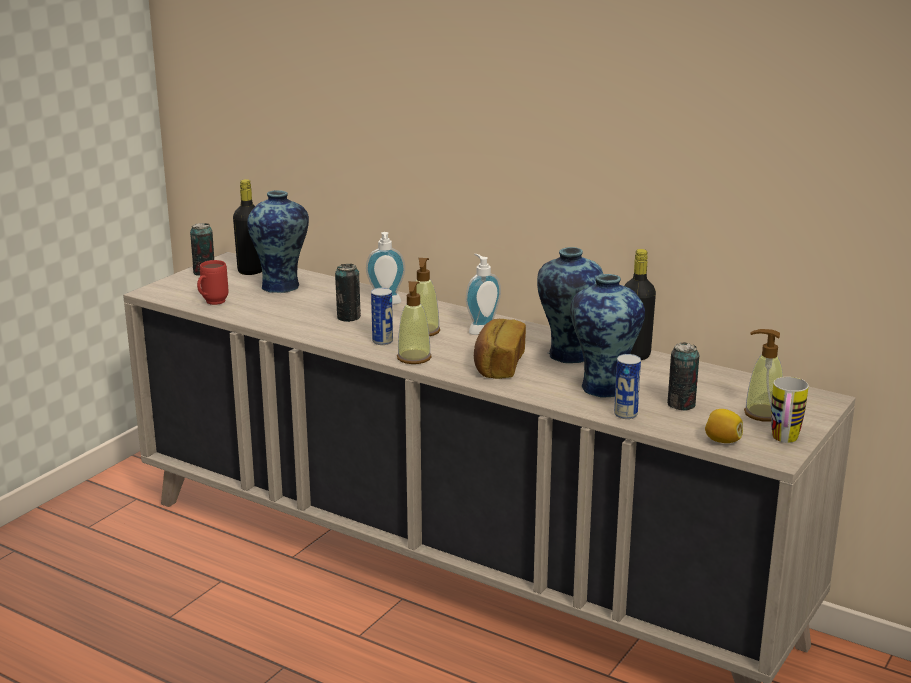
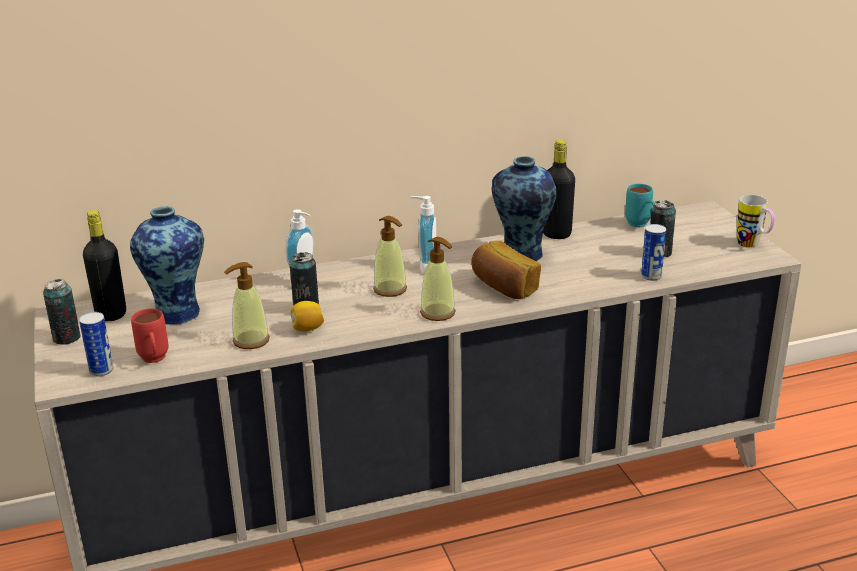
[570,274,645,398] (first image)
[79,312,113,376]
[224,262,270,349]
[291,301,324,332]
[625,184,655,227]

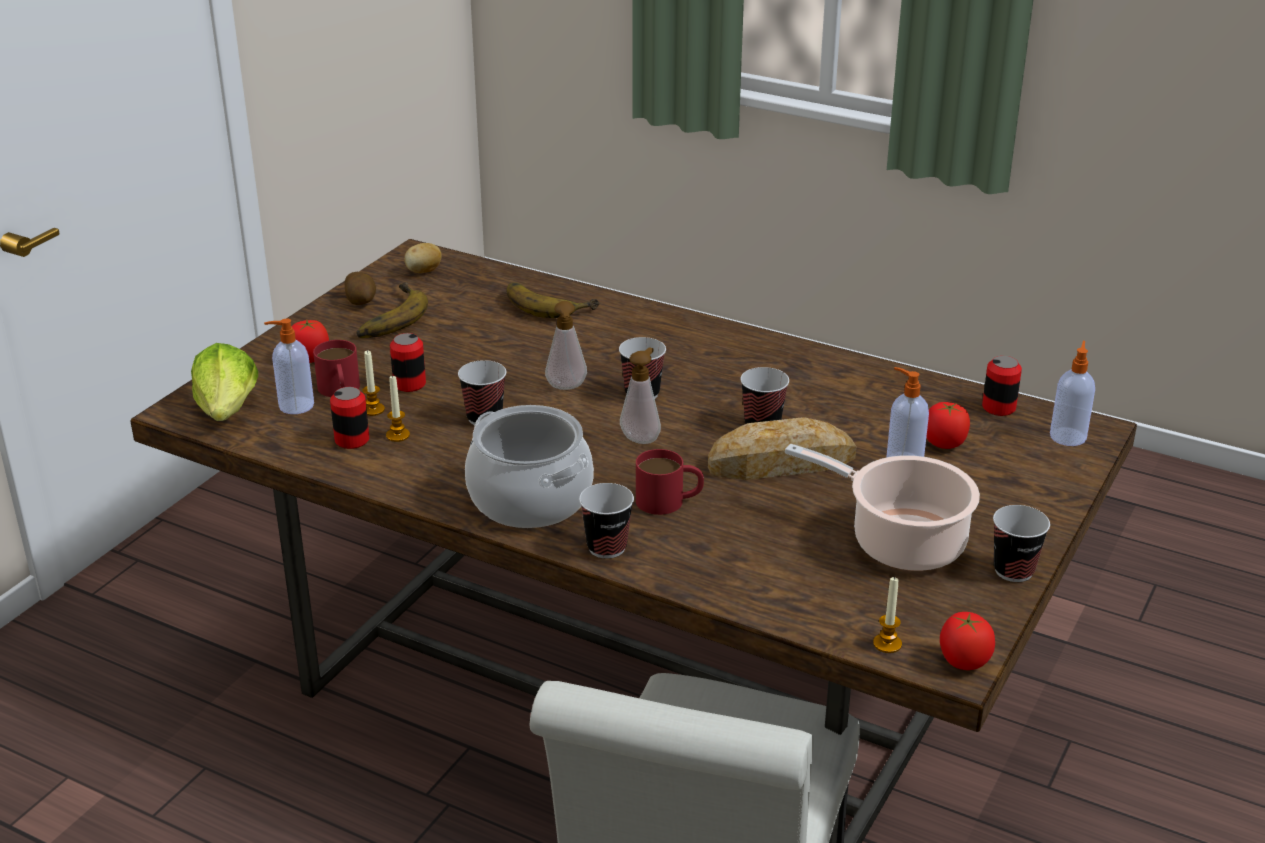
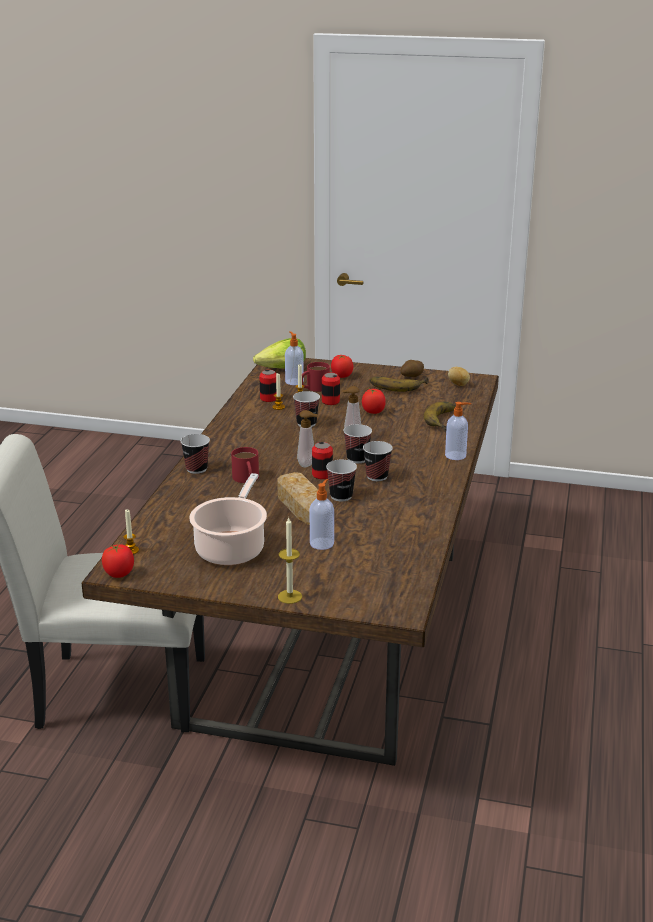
[445,402,471,460]
[312,442,333,479]
[362,389,386,414]
[465,405,594,528] (first image)
[363,441,393,481]
[278,517,302,604]

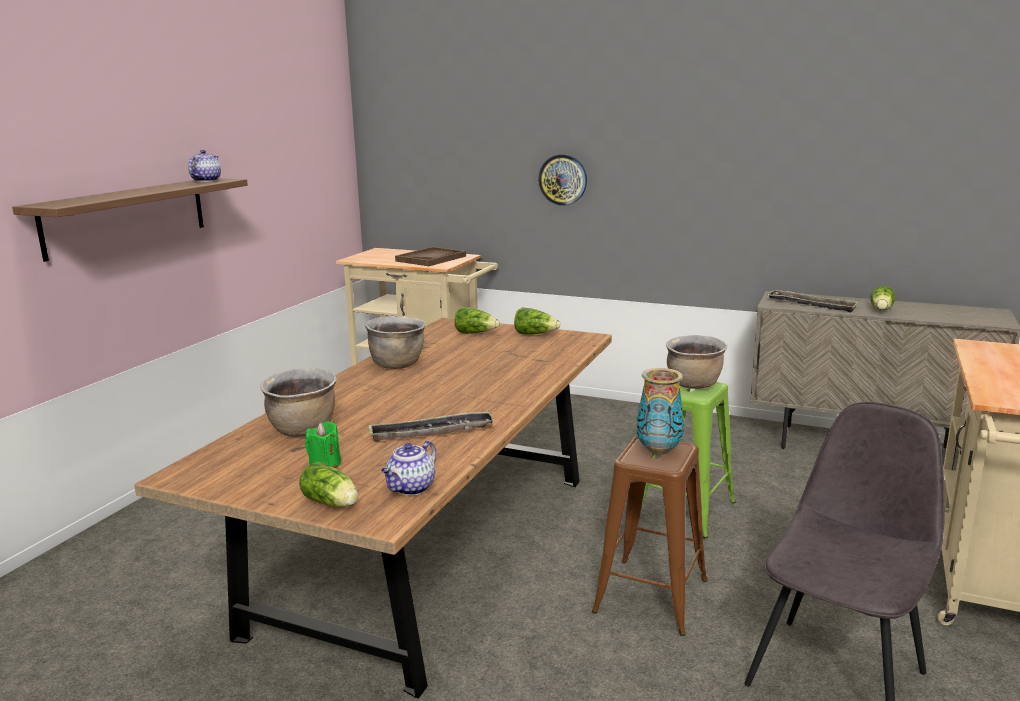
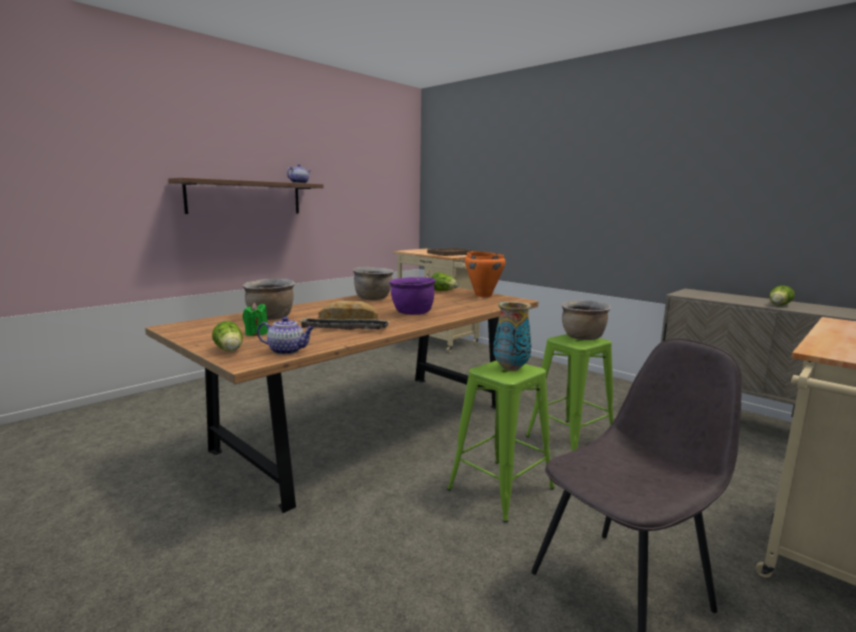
[538,154,587,206] (first image)
[767,290,859,312] (first image)
[465,251,506,297]
[447,360,555,522]
[257,317,315,355]
[389,277,436,315]
[319,301,378,320]

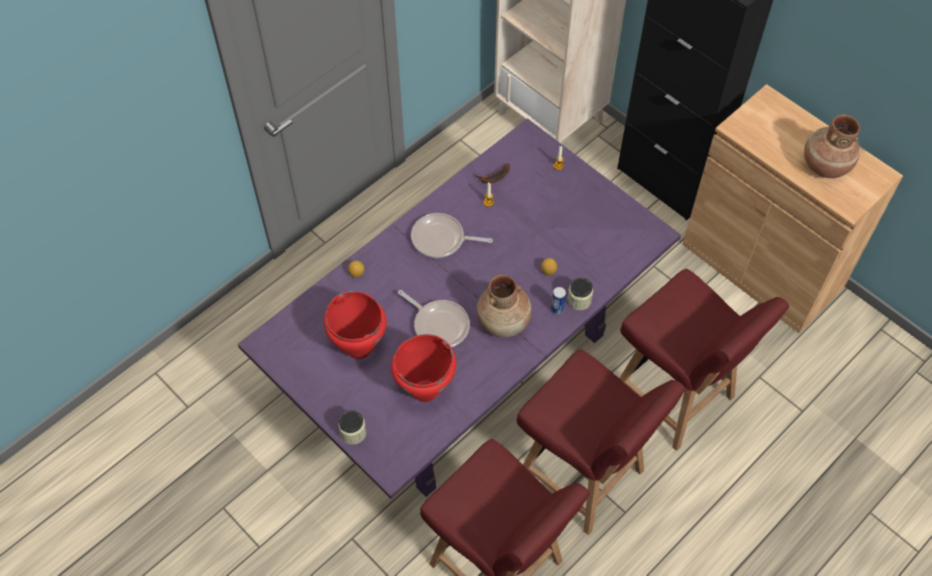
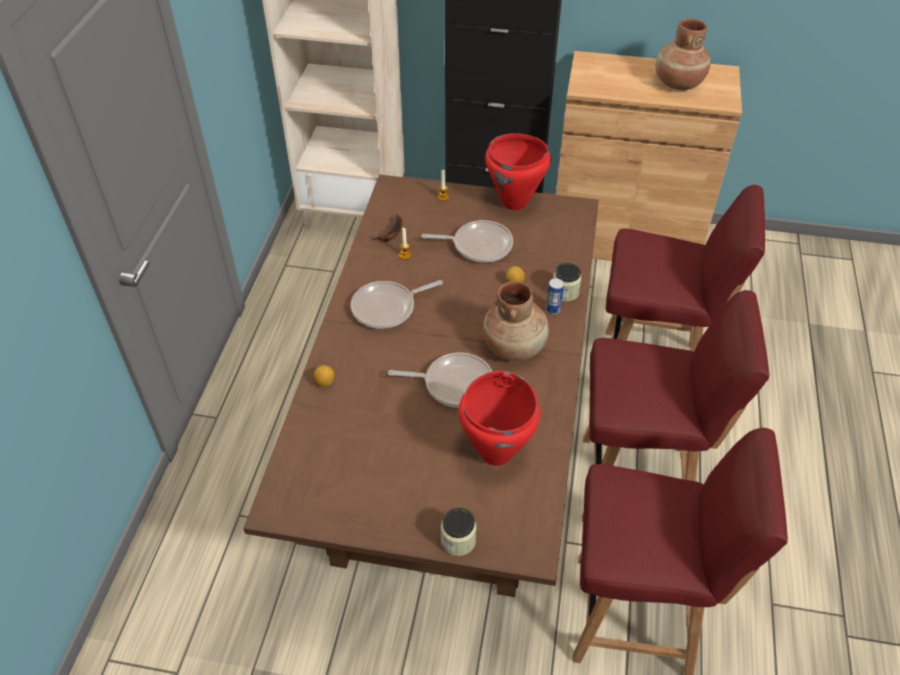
[243,175,599,597]
[485,133,551,210]
[422,220,513,263]

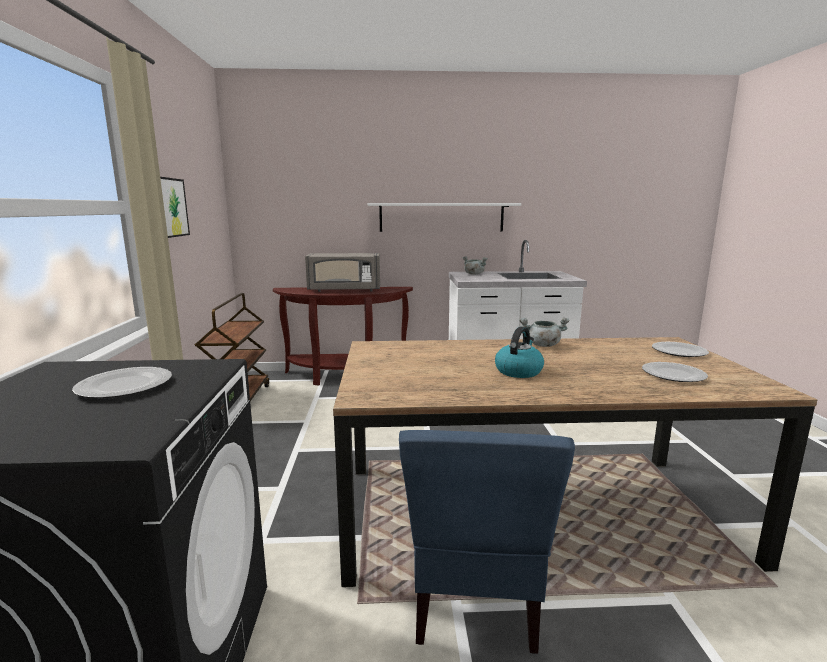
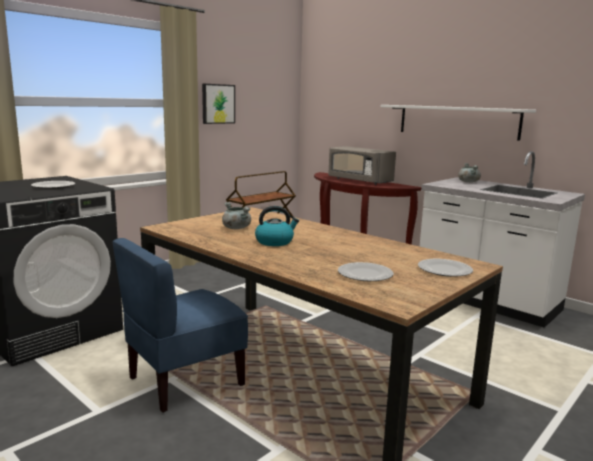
[222,202,251,229]

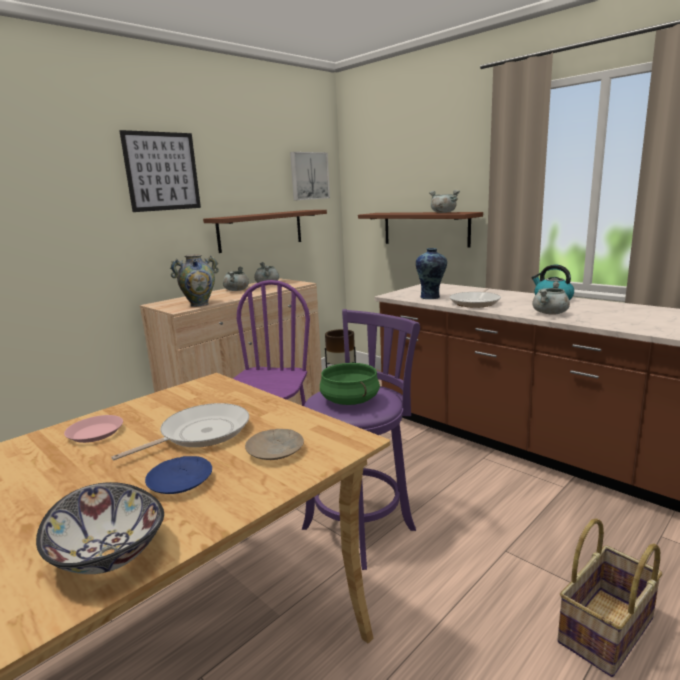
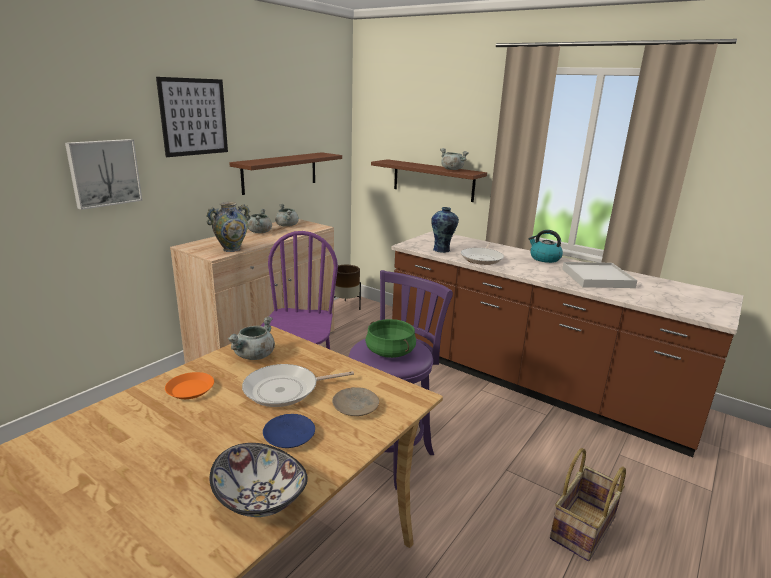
[65,139,142,210]
[227,316,275,360]
[242,364,354,407]
[165,372,214,399]
[562,262,637,288]

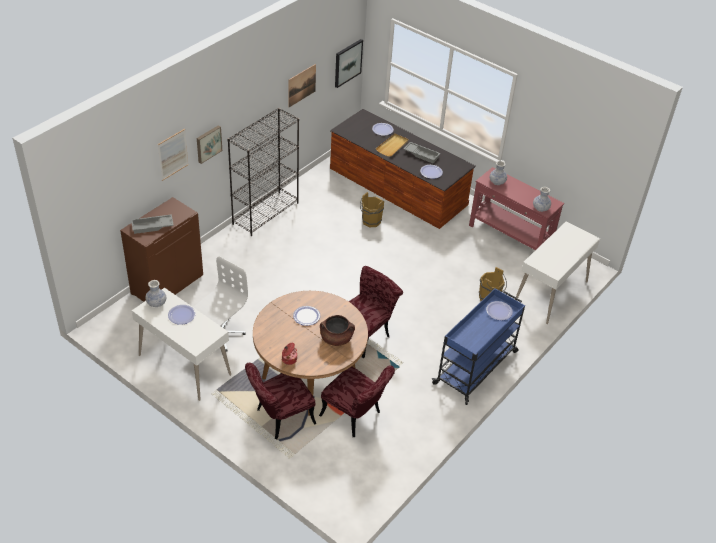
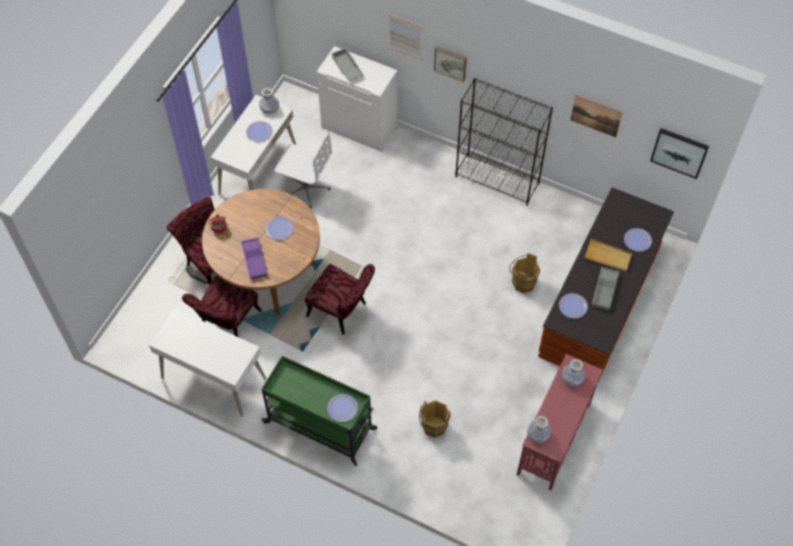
[317,46,397,152]
[149,308,266,417]
[261,356,377,466]
[241,237,268,280]

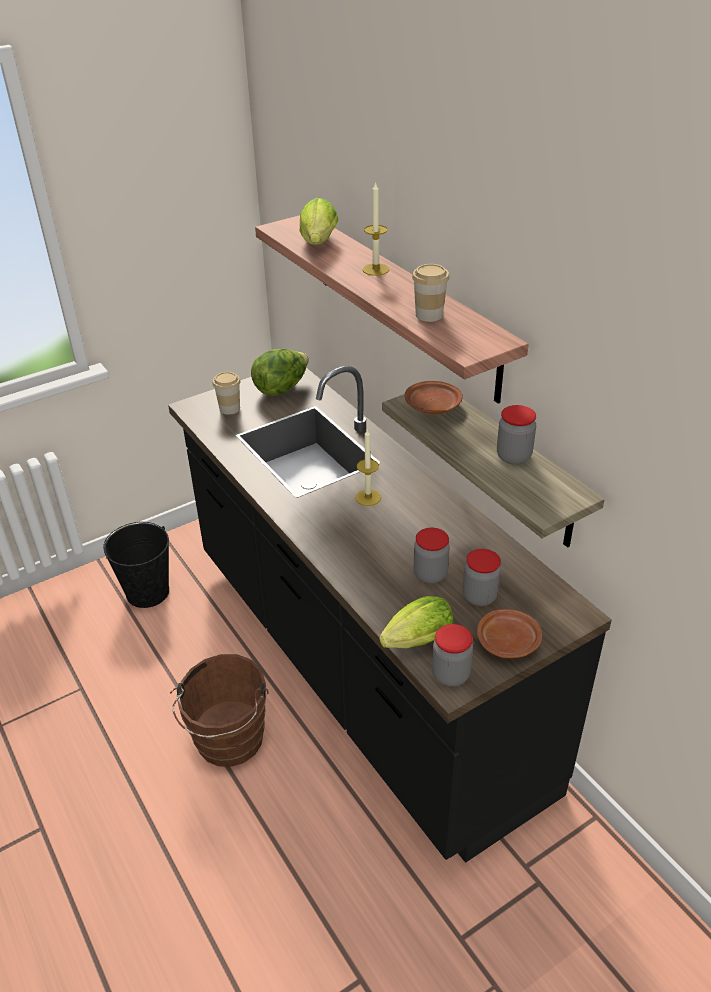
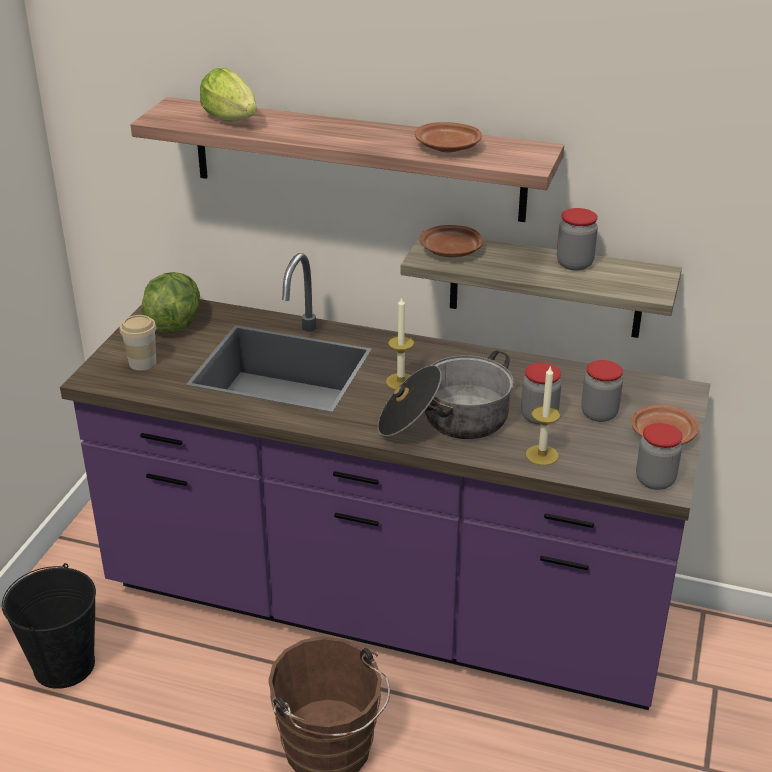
[526,365,560,465]
[415,122,482,152]
[60,253,711,710]
[379,596,453,648] (first image)
[378,350,514,439]

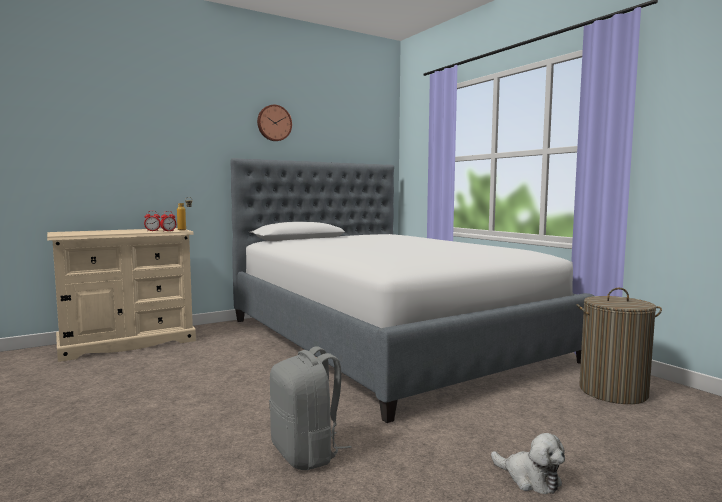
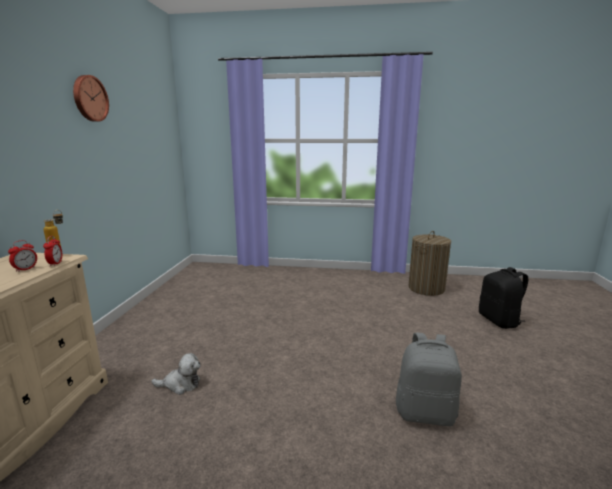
[230,158,594,423] (first image)
[151,353,201,395]
[479,267,528,329]

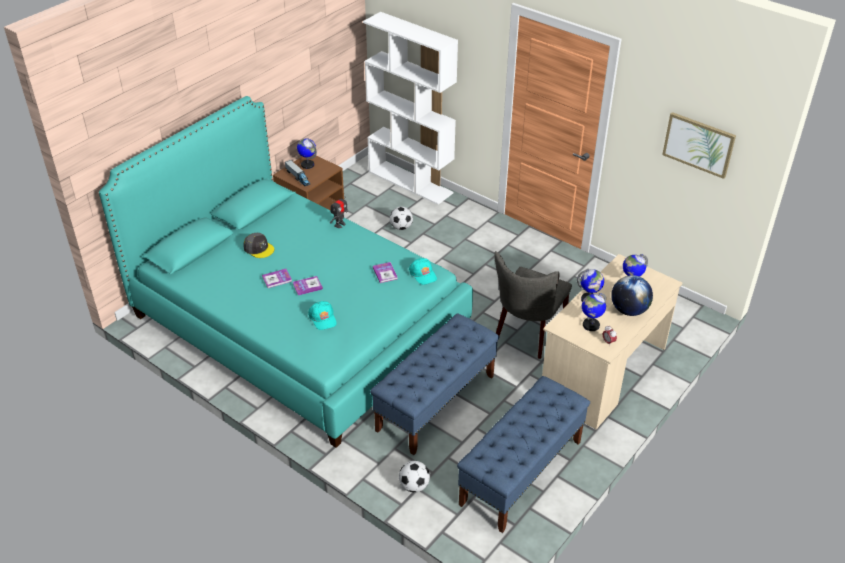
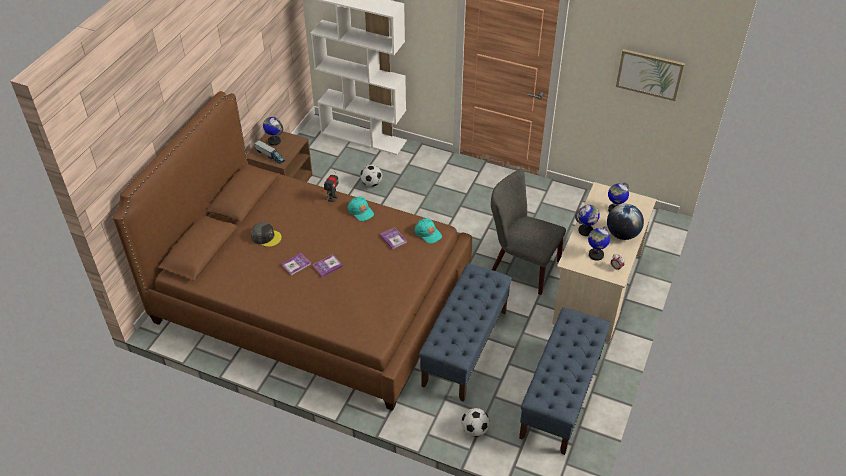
[113,91,472,411]
[491,168,566,295]
[347,197,374,221]

